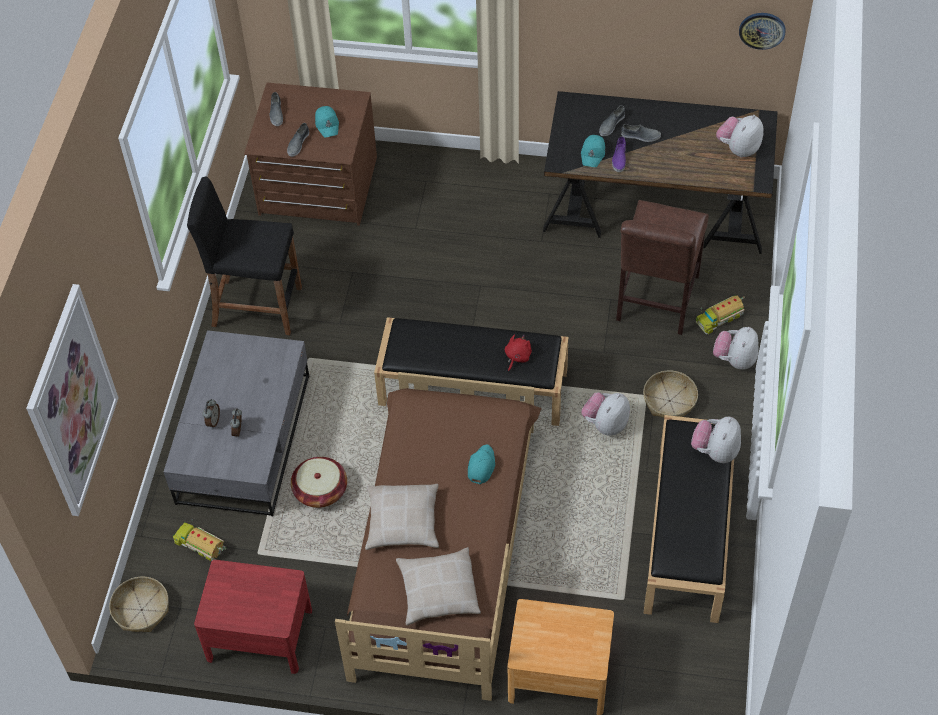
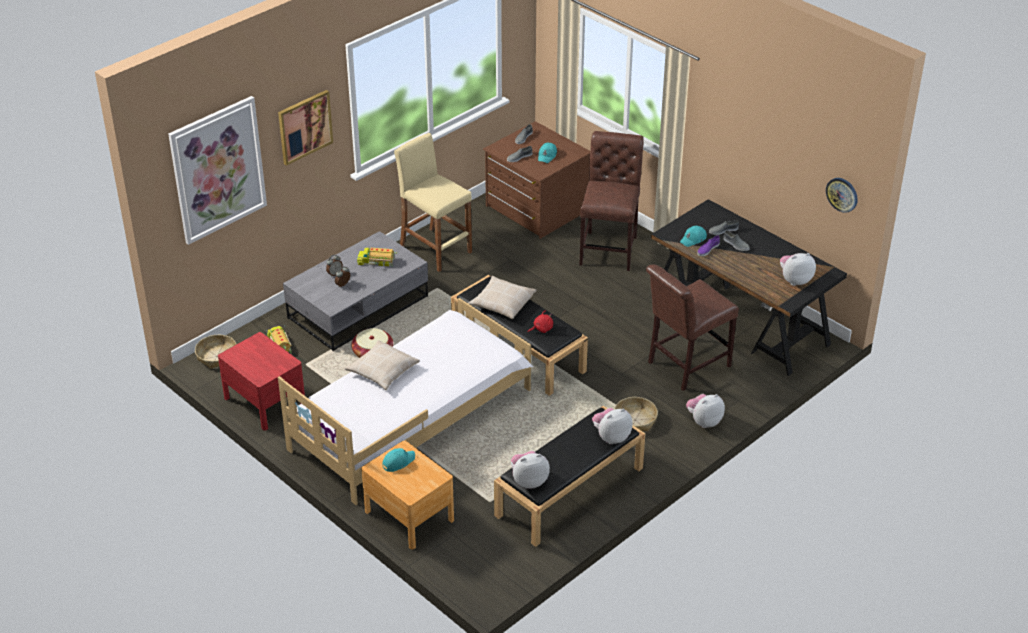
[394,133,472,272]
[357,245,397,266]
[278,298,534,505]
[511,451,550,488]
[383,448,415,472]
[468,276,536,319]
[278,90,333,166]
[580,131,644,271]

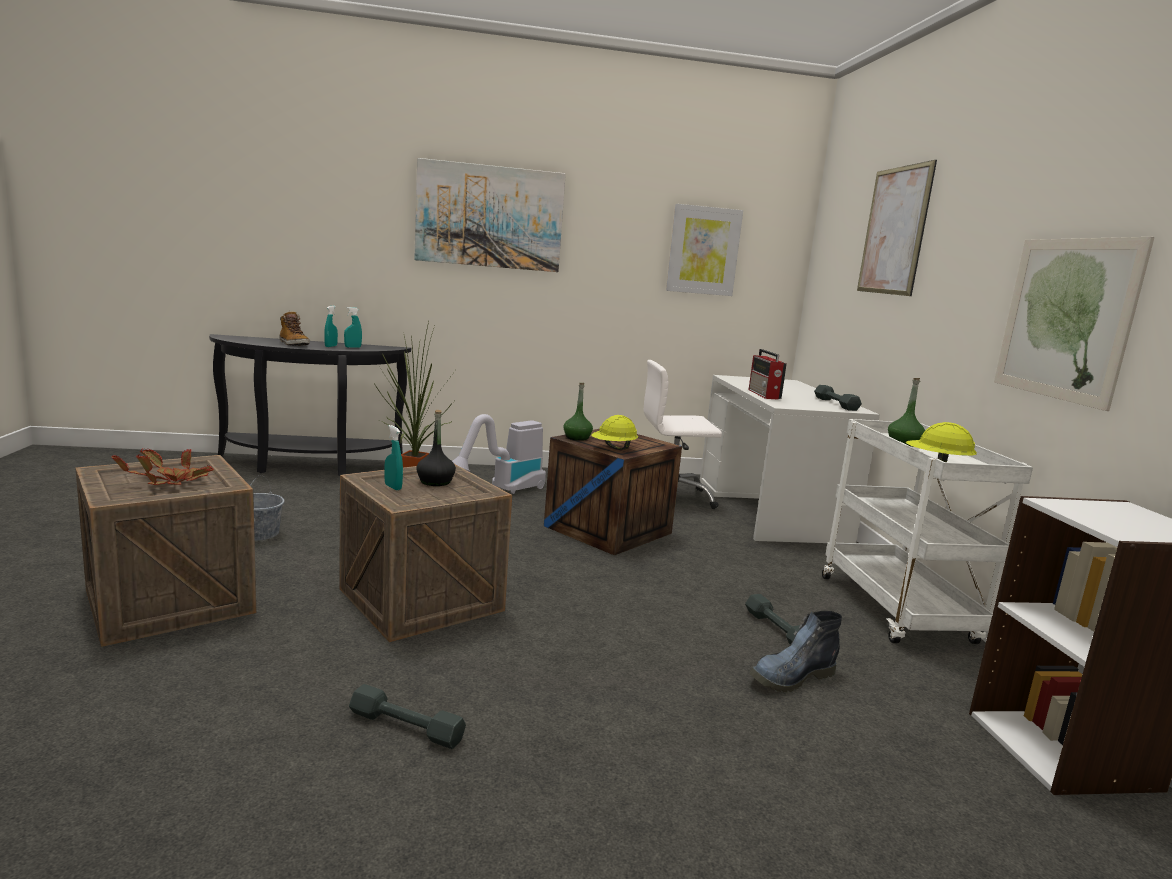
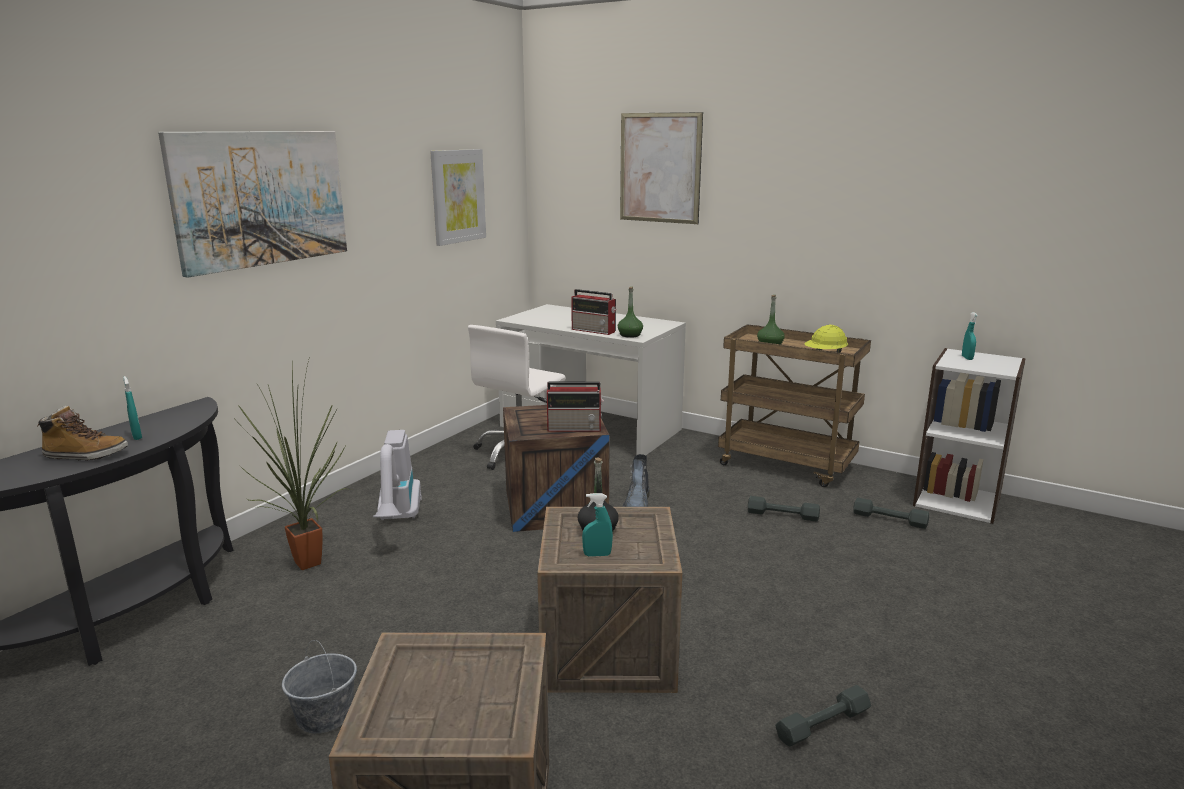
[994,237,1154,411] (first image)
[962,312,978,360]
[618,287,643,338]
[853,498,929,529]
[547,382,604,432]
[718,324,871,487]
[112,449,214,485] (first image)
[623,454,650,507]

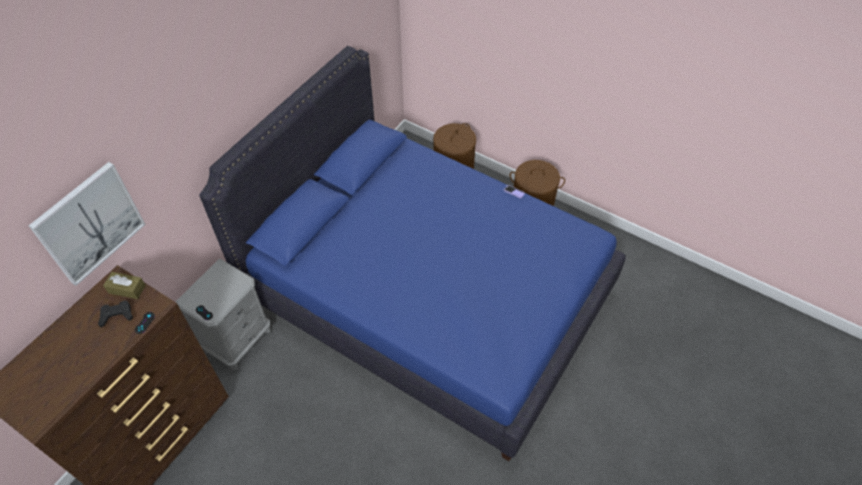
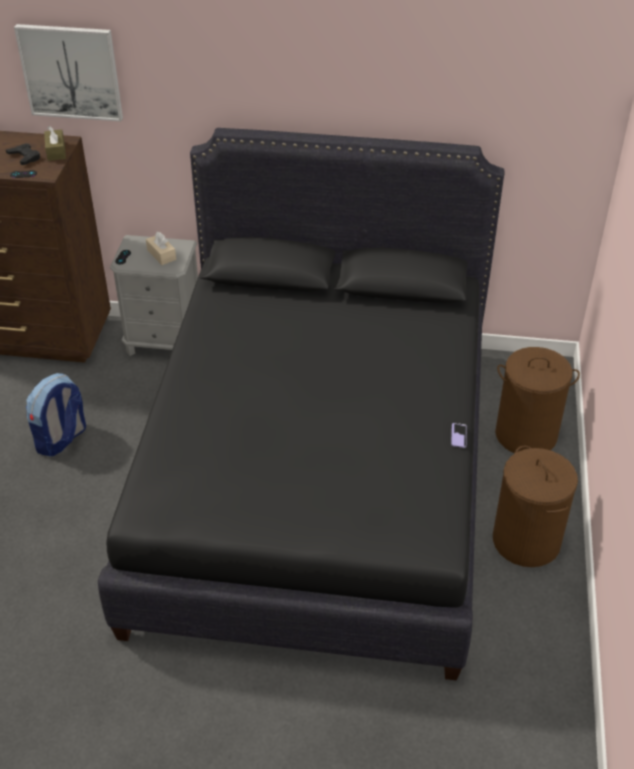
[98,128,504,681]
[146,232,176,265]
[26,373,86,457]

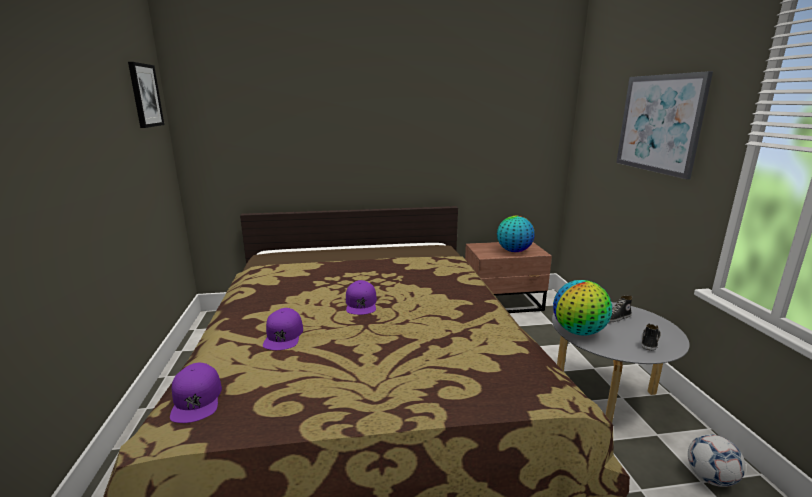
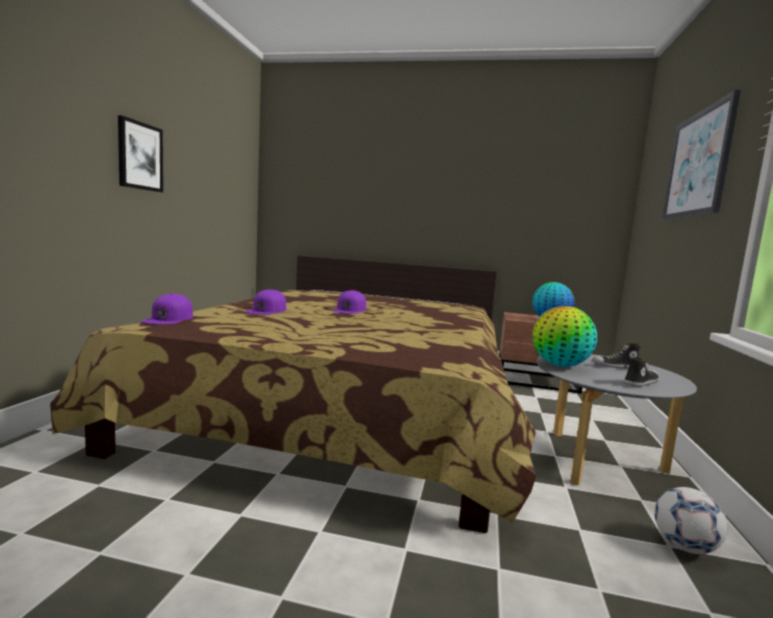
[118,115,163,192]

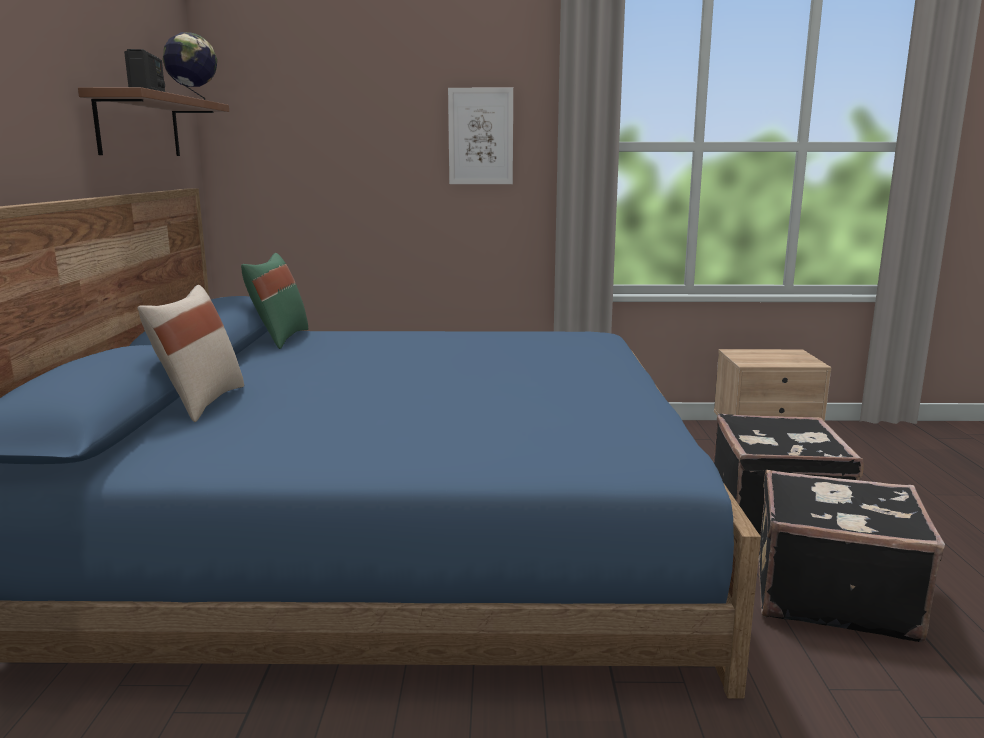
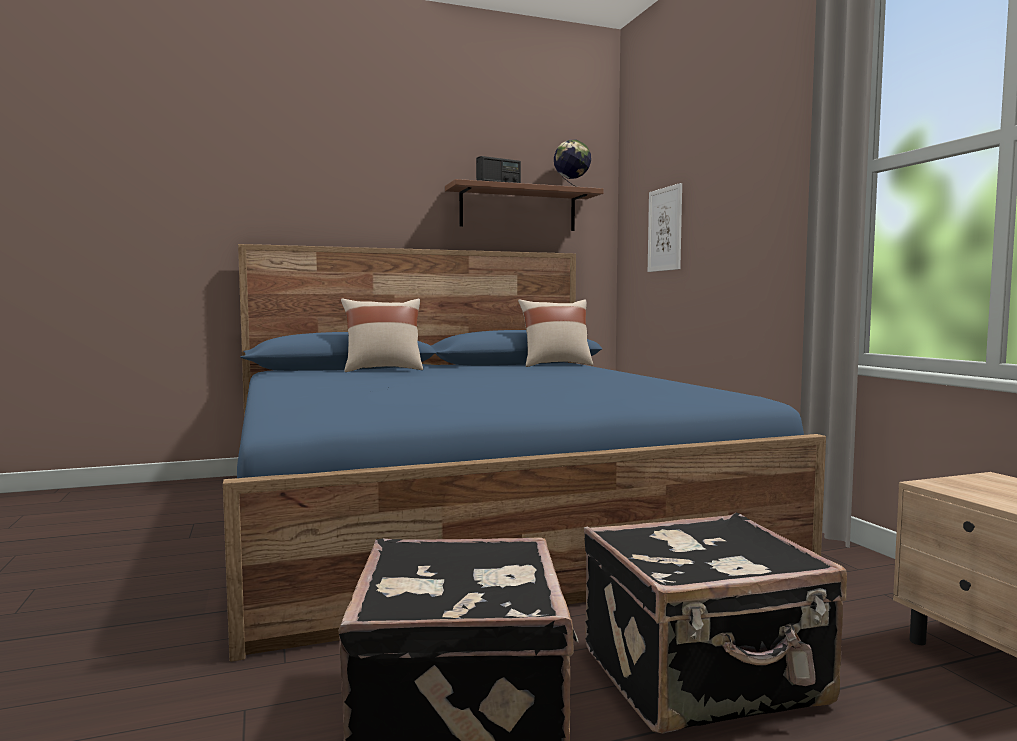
[648,183,682,272]
[518,299,593,367]

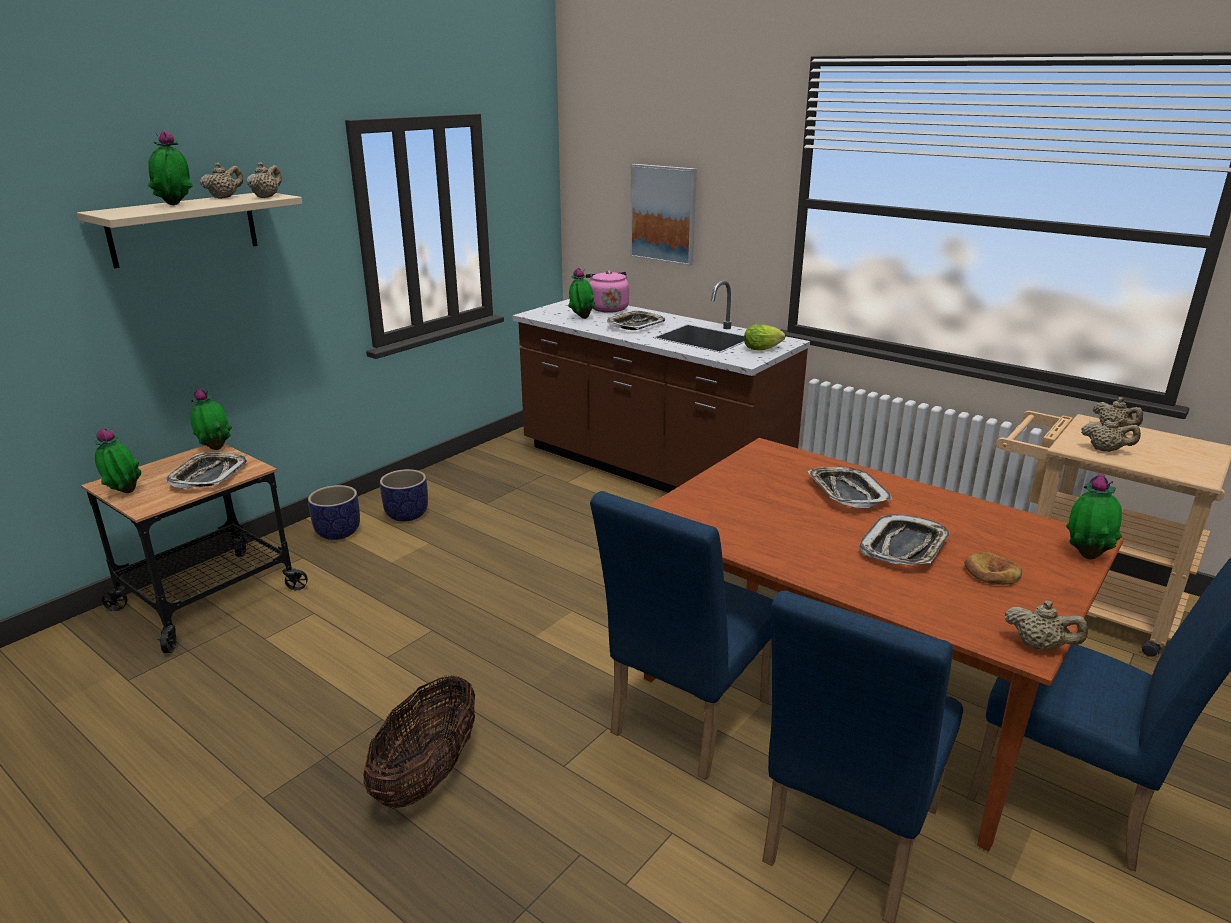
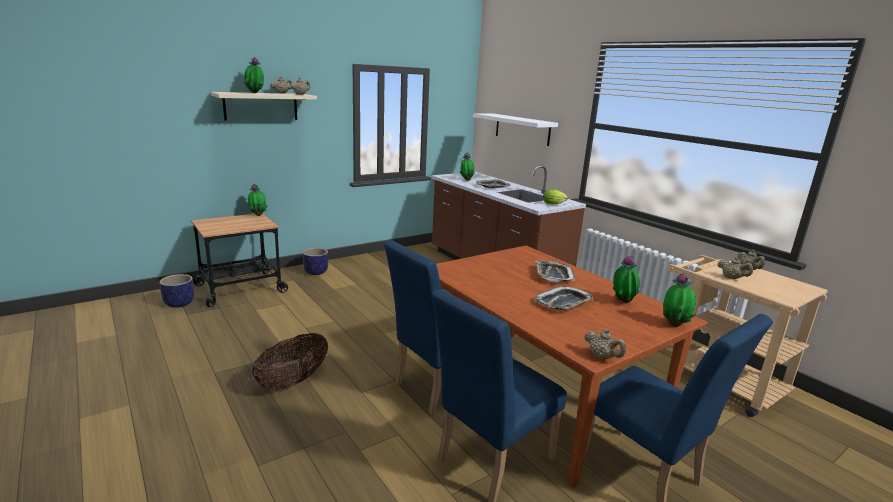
[473,113,558,146]
[586,270,629,313] (first image)
[613,256,640,303]
[166,452,247,489] (first image)
[160,274,194,308]
[964,552,1022,585] (first image)

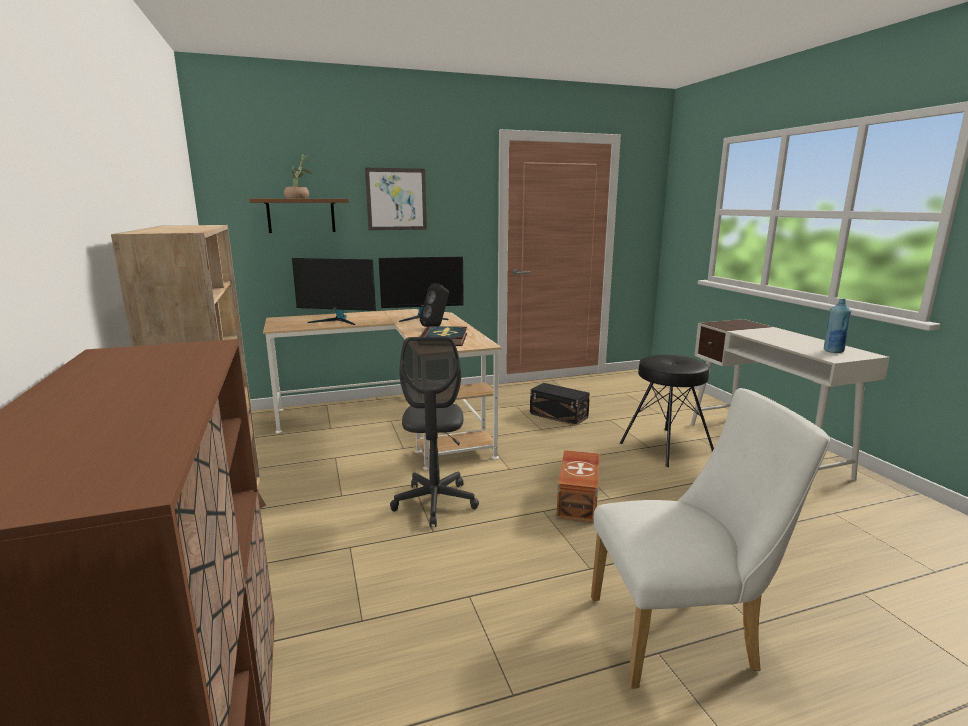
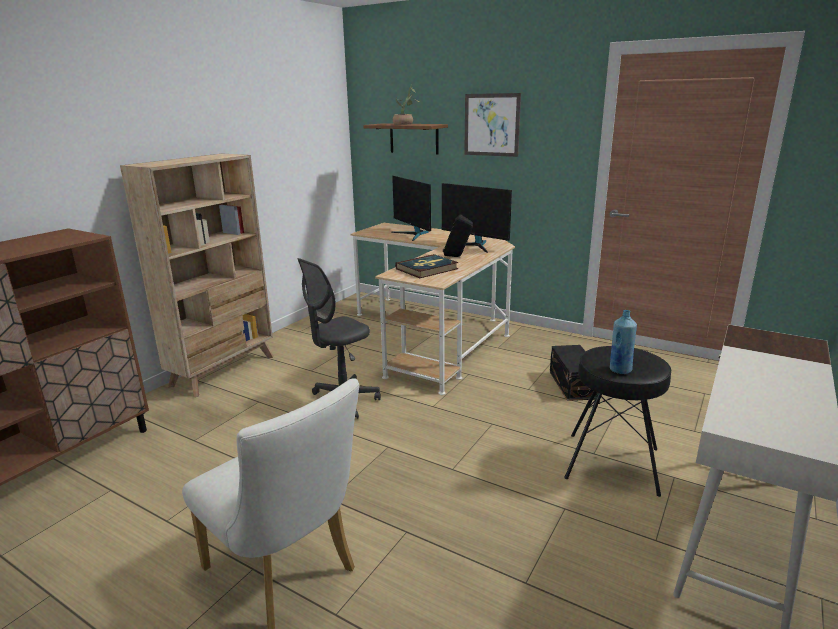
[610,310,637,374]
[556,450,600,523] (first image)

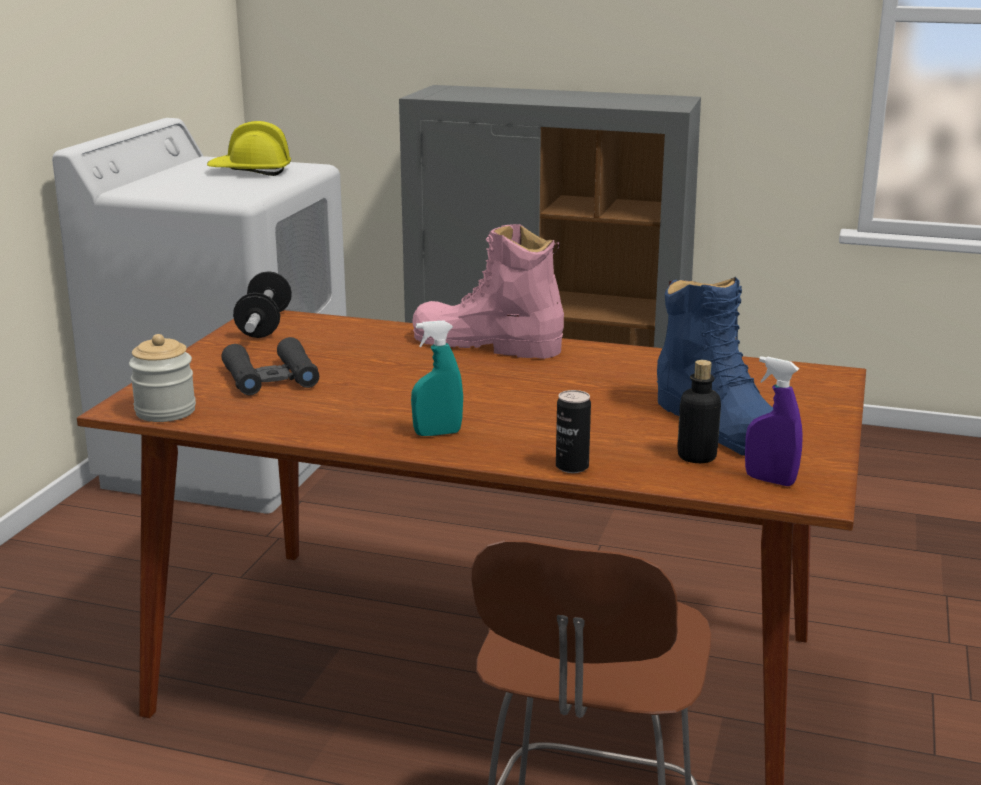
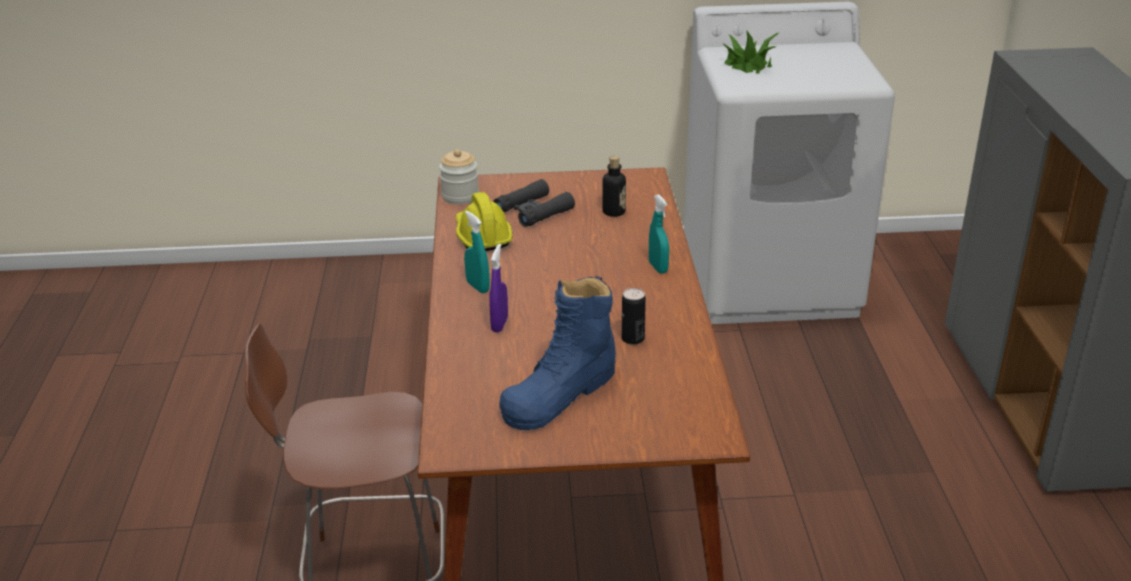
[456,192,513,251]
[649,194,669,274]
[233,271,292,338] (first image)
[489,244,508,332]
[603,156,626,217]
[622,288,646,345]
[722,31,780,74]

